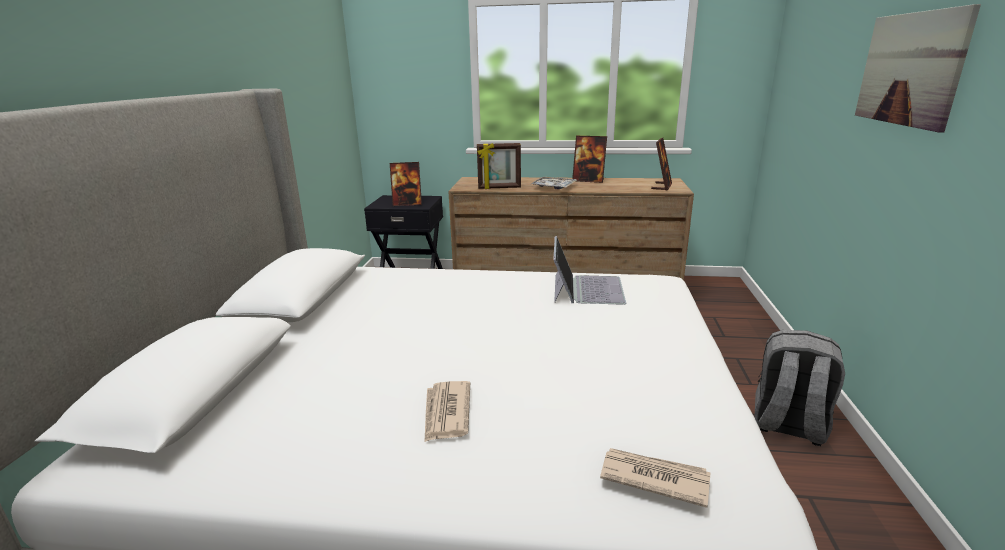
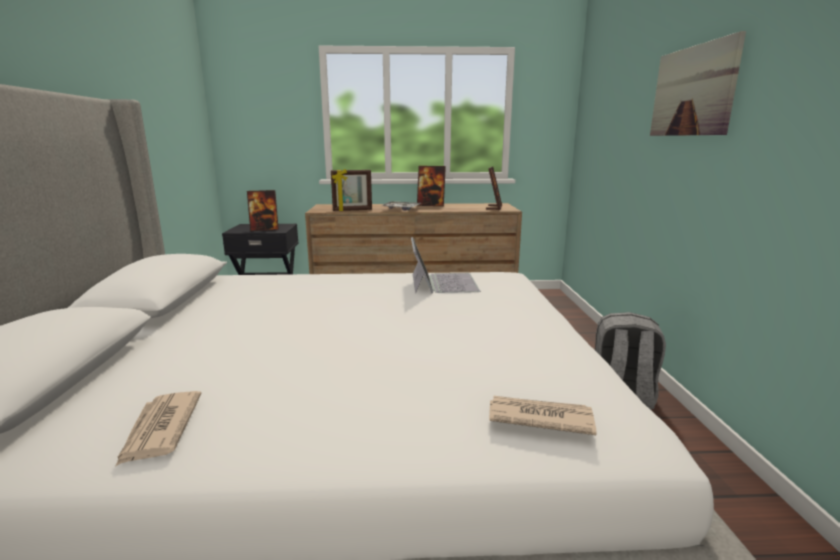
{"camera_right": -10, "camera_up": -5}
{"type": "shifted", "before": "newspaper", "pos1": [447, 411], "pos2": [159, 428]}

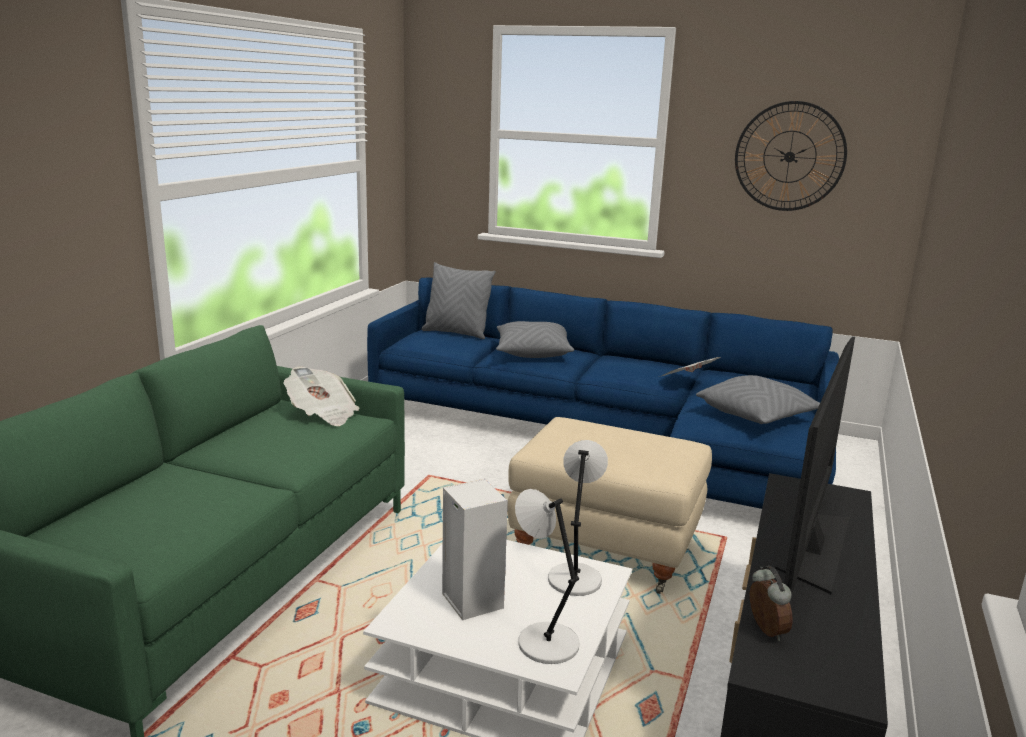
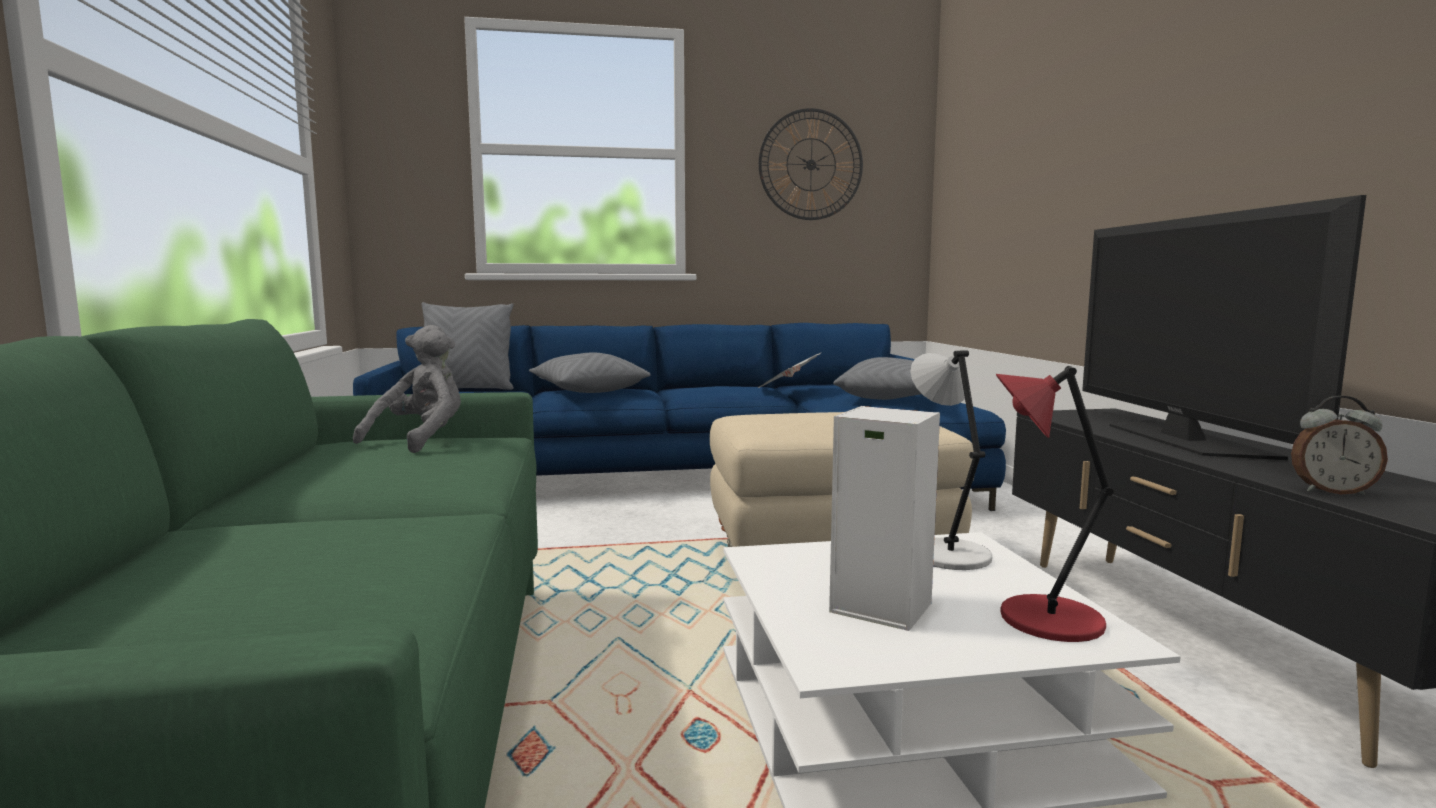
{"camera_right": -30, "camera_up": -10}
{"type": "swapped", "before": "newspaper", "after": "plush toy (grey)", "pos1": [321, 396], "pos2": [407, 389]}
{"type": "repainted", "before": "table lamp (grey)", "after": "table lamp (red)", "pos1": [547, 576], "pos2": [1055, 504]}
{"type": "rotated", "before": "alarm clock", "pos1": [771, 603], "pos2": [1339, 445], "turn": 150}

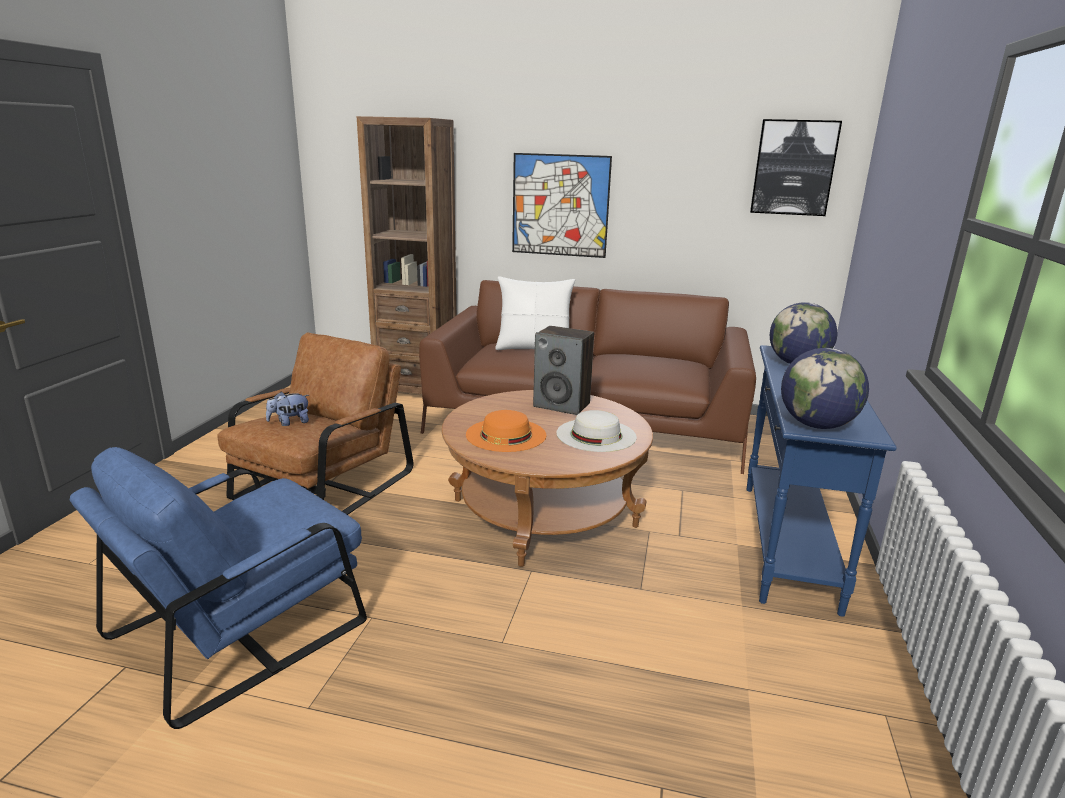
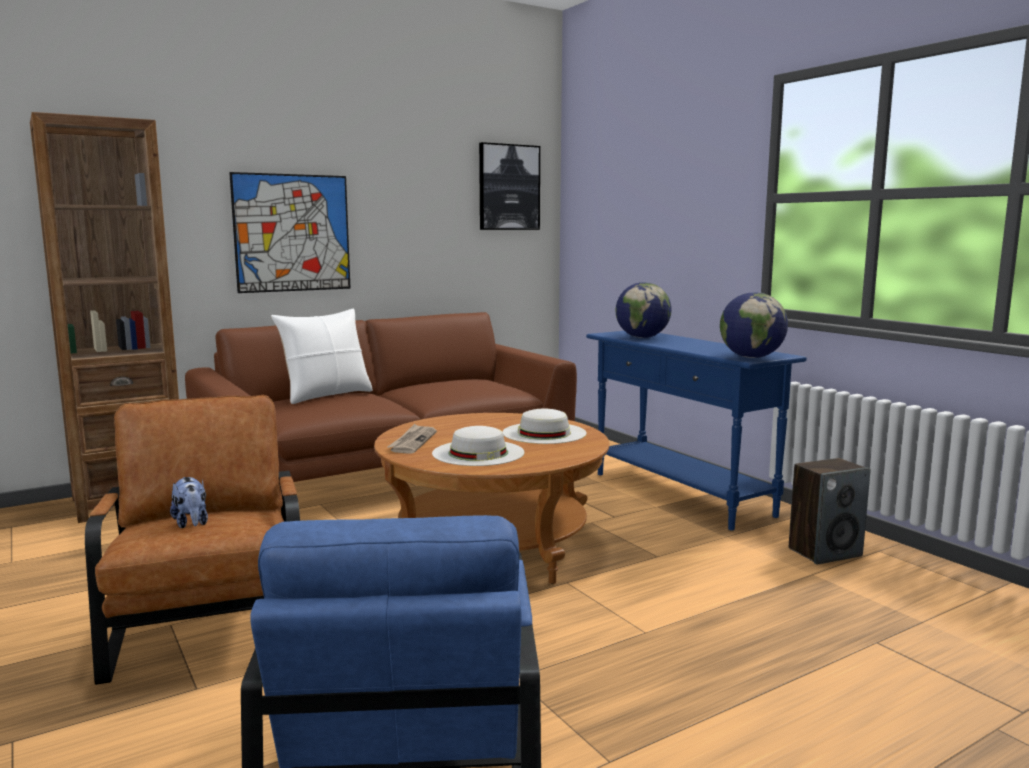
{"camera_right": -45, "camera_up": -10}
{"type": "rotated", "before": "plush toy", "pos1": [287, 409], "pos2": [189, 502], "turn": -45}
{"type": "new", "after": "newspaper", "pos2": [412, 439]}
{"type": "repainted", "before": "hat (orange)", "after": "hat (white)", "pos1": [506, 431], "pos2": [478, 446]}
{"type": "shifted", "before": "speaker", "pos1": [563, 370], "pos2": [830, 511]}

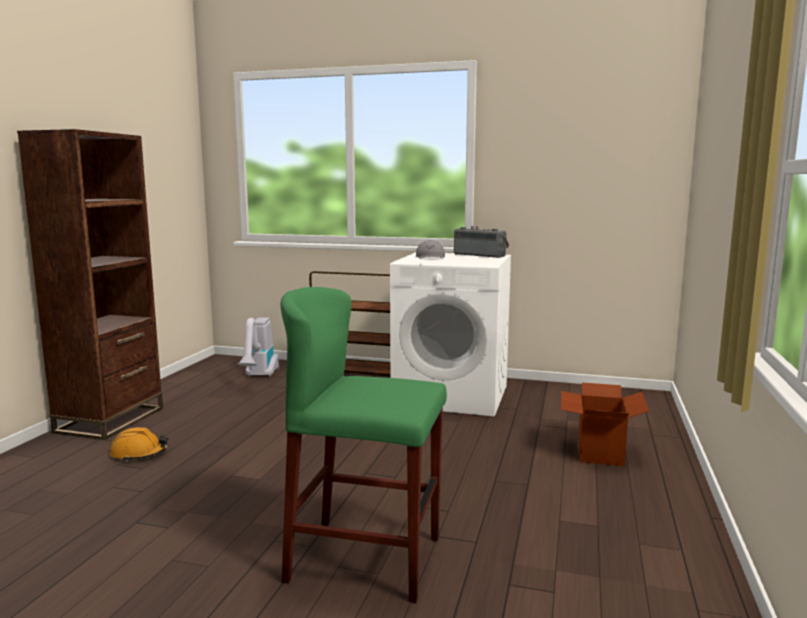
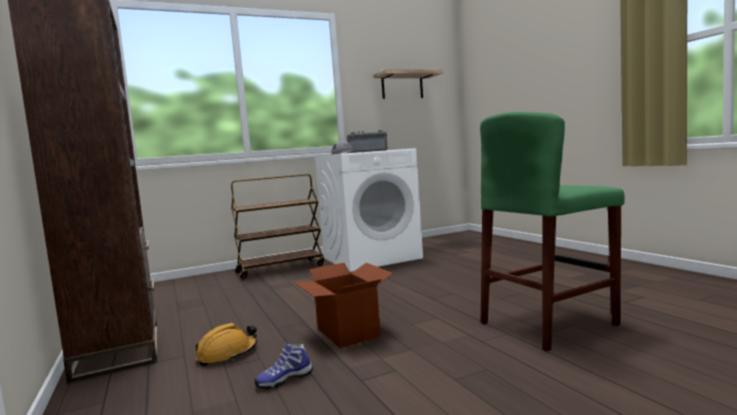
{"camera_right": -40, "camera_up": -5}
{"type": "new", "after": "shoe", "pos2": [284, 366]}
{"type": "shifted", "before": "cardboard box", "pos1": [605, 424], "pos2": [344, 305]}
{"type": "new", "after": "shelf", "pos2": [408, 84]}
{"type": "gone", "before": "vacuum cleaner", "pos1": [258, 347]}

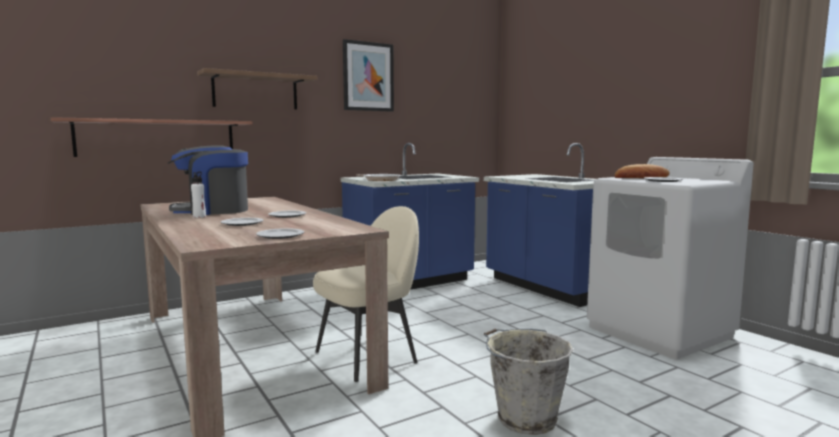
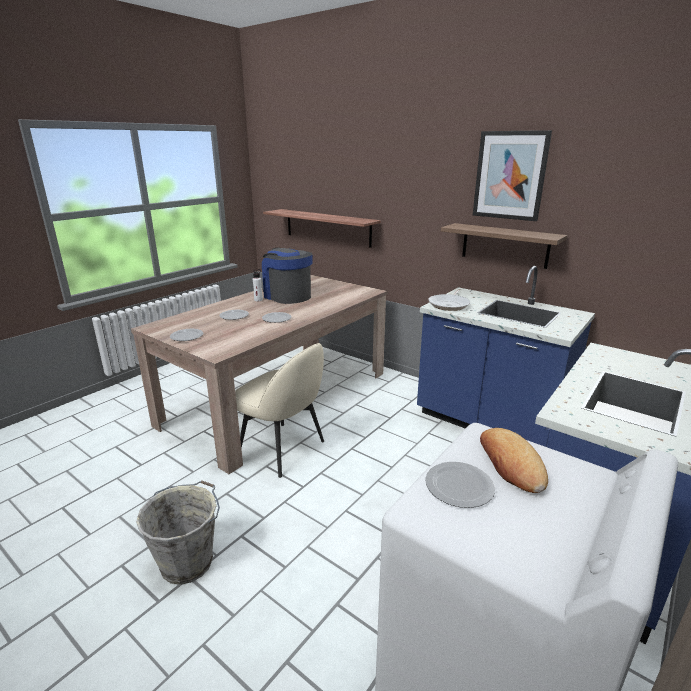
{"camera_right": 70, "camera_up": 15}
{"type": "shifted", "before": "shelf", "pos1": [257, 88], "pos2": [504, 246]}

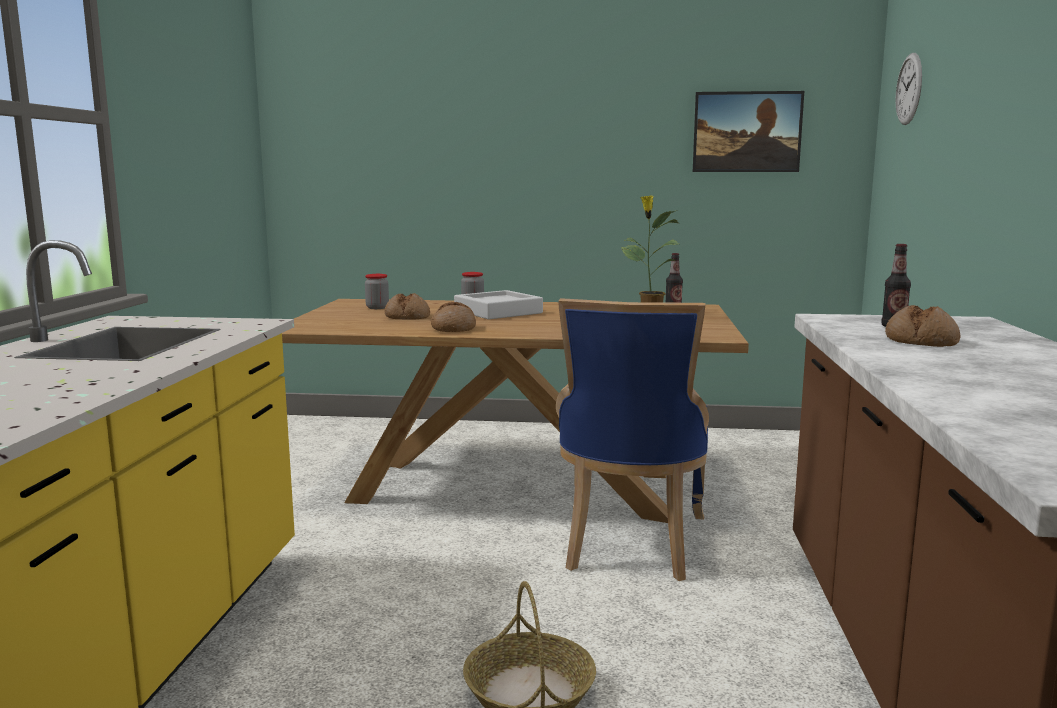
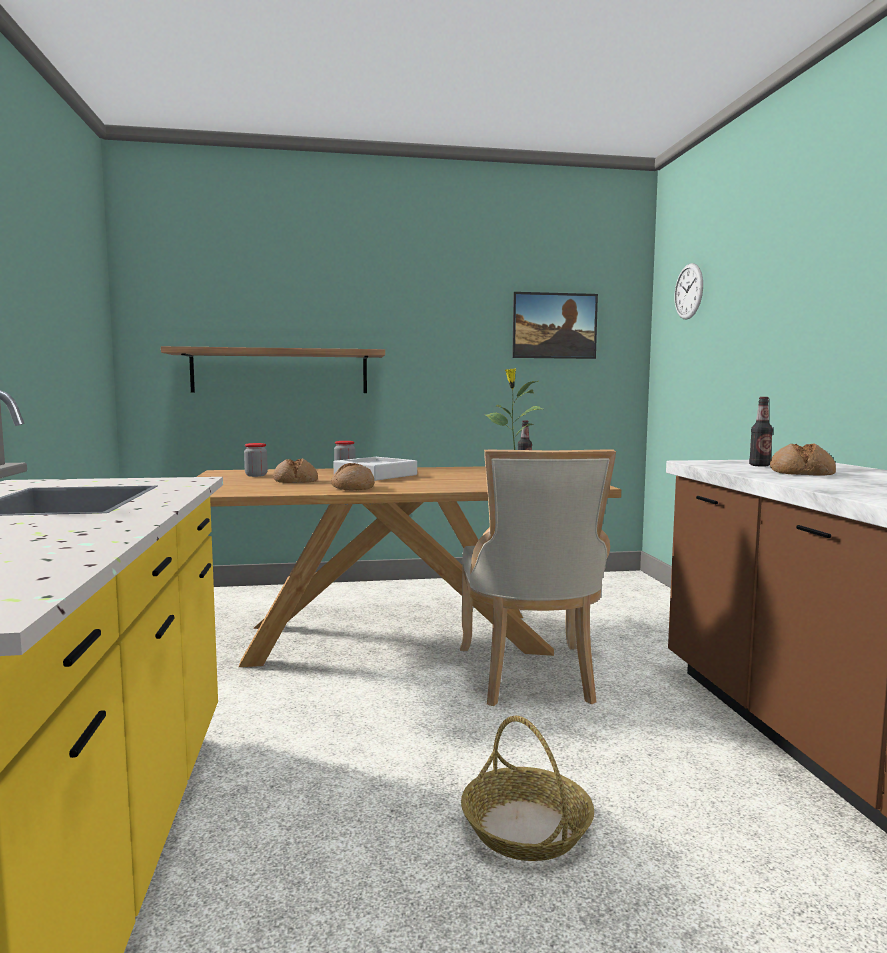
{"camera_right": -15, "camera_up": -5}
{"type": "new", "after": "shelf", "pos2": [273, 369]}
{"type": "repainted", "before": "chair (blue)", "after": "chair (beige)", "pos1": [632, 440], "pos2": [538, 577]}

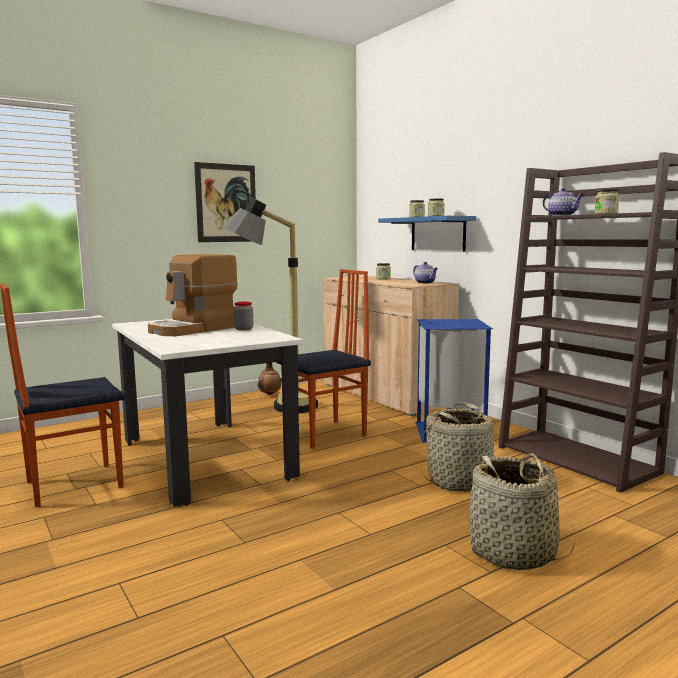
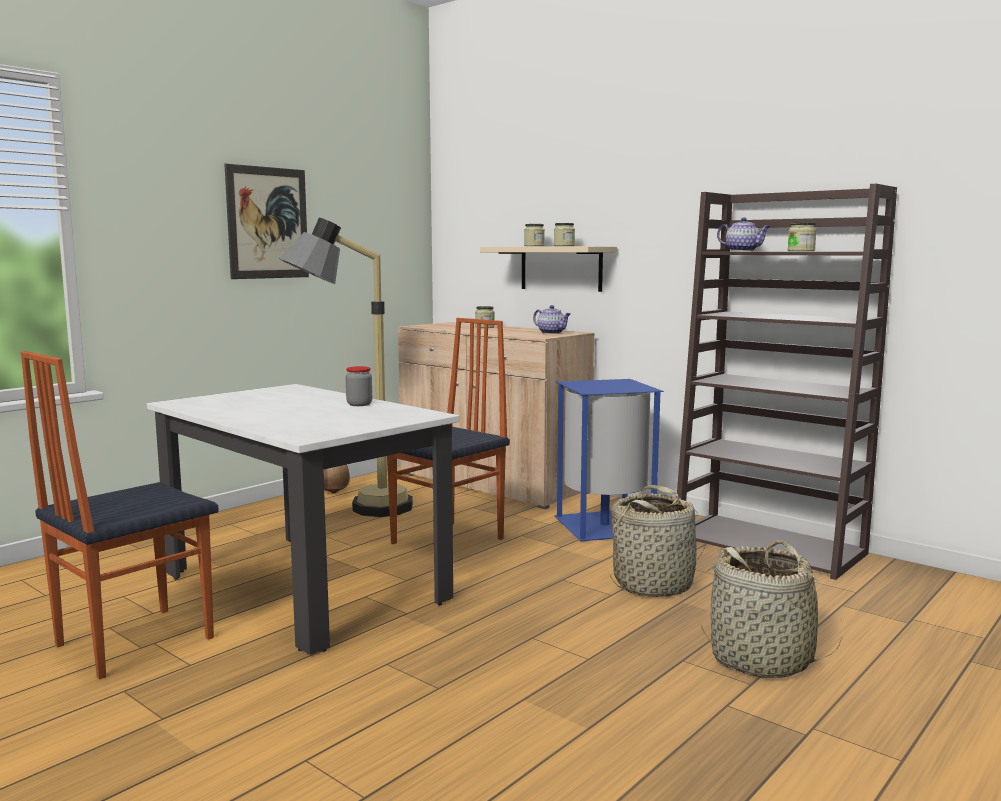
{"camera_right": -15, "camera_up": 0}
{"type": "repainted", "before": "shelf (blue)", "after": "shelf (beige)", "pos1": [427, 234], "pos2": [548, 269]}
{"type": "gone", "before": "coffee machine", "pos1": [192, 295]}

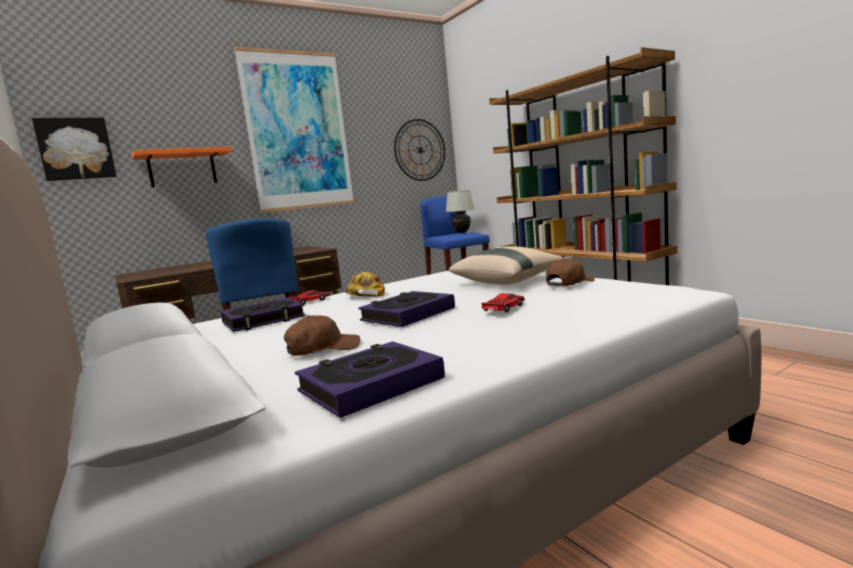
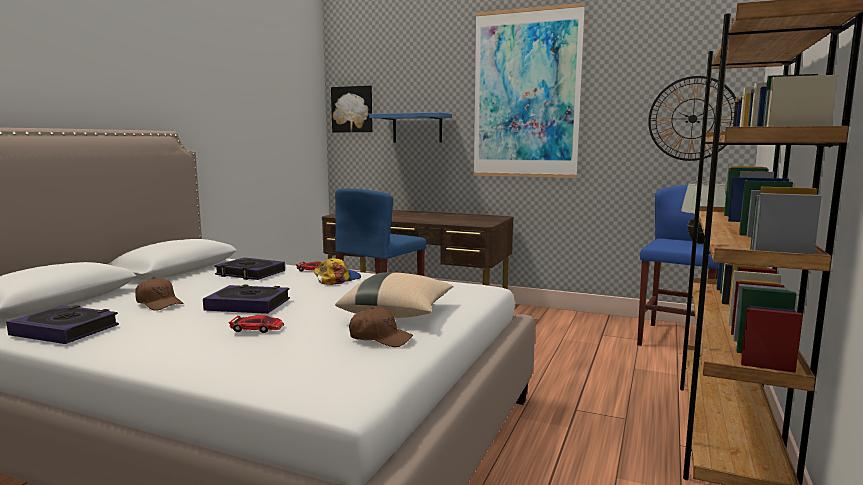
{"camera_right": 55, "camera_up": 0}
{"type": "repainted", "before": "shelf (orange)", "after": "shelf (blue)", "pos1": [181, 167], "pos2": [410, 127]}

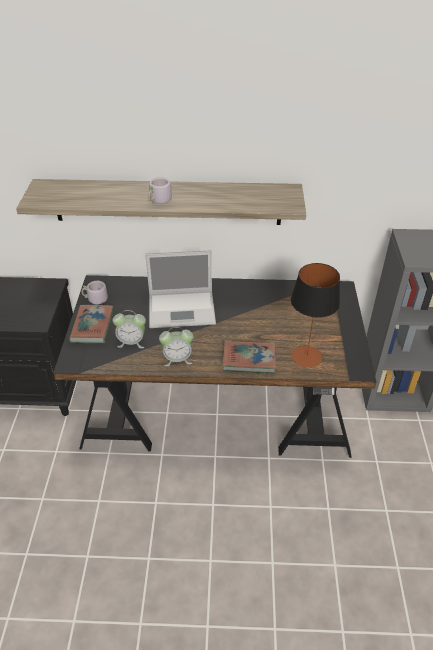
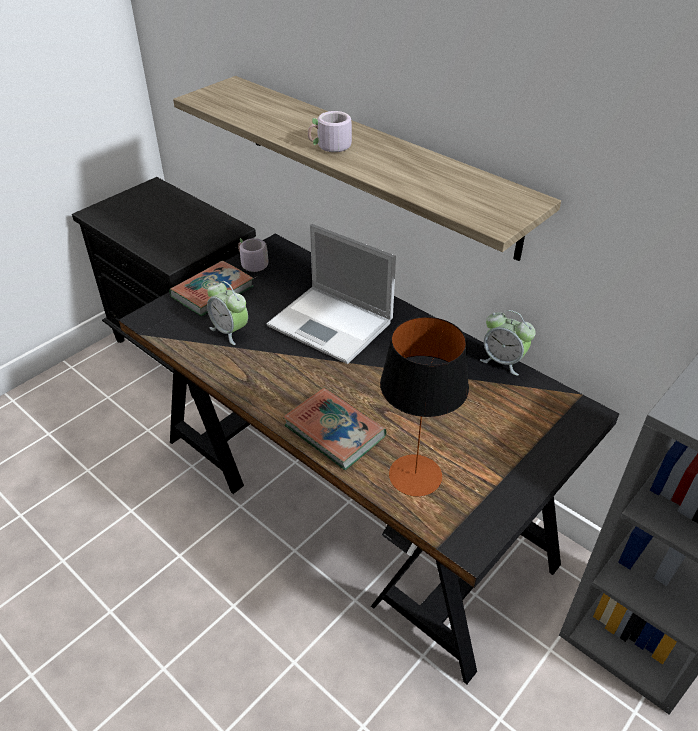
{"camera_right": 40, "camera_up": 0}
{"type": "shifted", "before": "alarm clock", "pos1": [176, 346], "pos2": [508, 343]}

